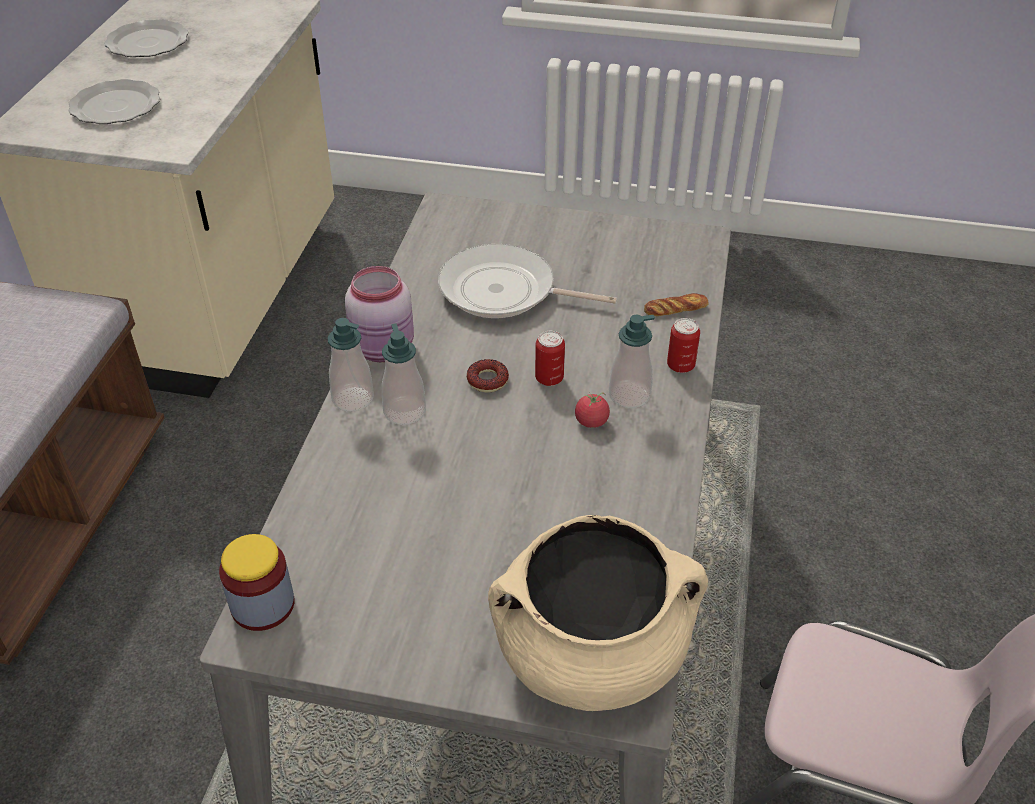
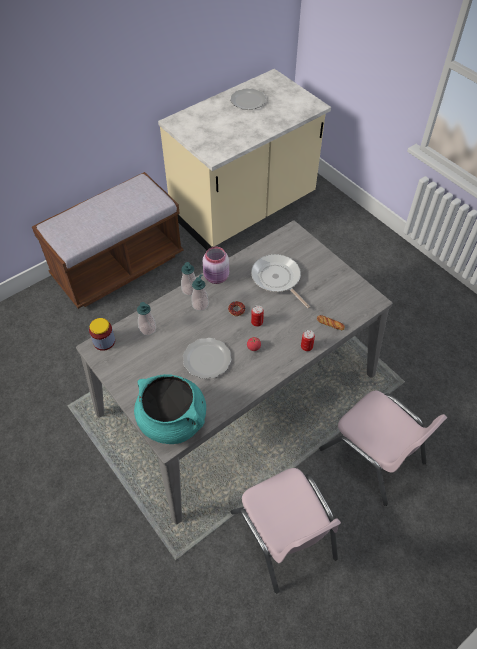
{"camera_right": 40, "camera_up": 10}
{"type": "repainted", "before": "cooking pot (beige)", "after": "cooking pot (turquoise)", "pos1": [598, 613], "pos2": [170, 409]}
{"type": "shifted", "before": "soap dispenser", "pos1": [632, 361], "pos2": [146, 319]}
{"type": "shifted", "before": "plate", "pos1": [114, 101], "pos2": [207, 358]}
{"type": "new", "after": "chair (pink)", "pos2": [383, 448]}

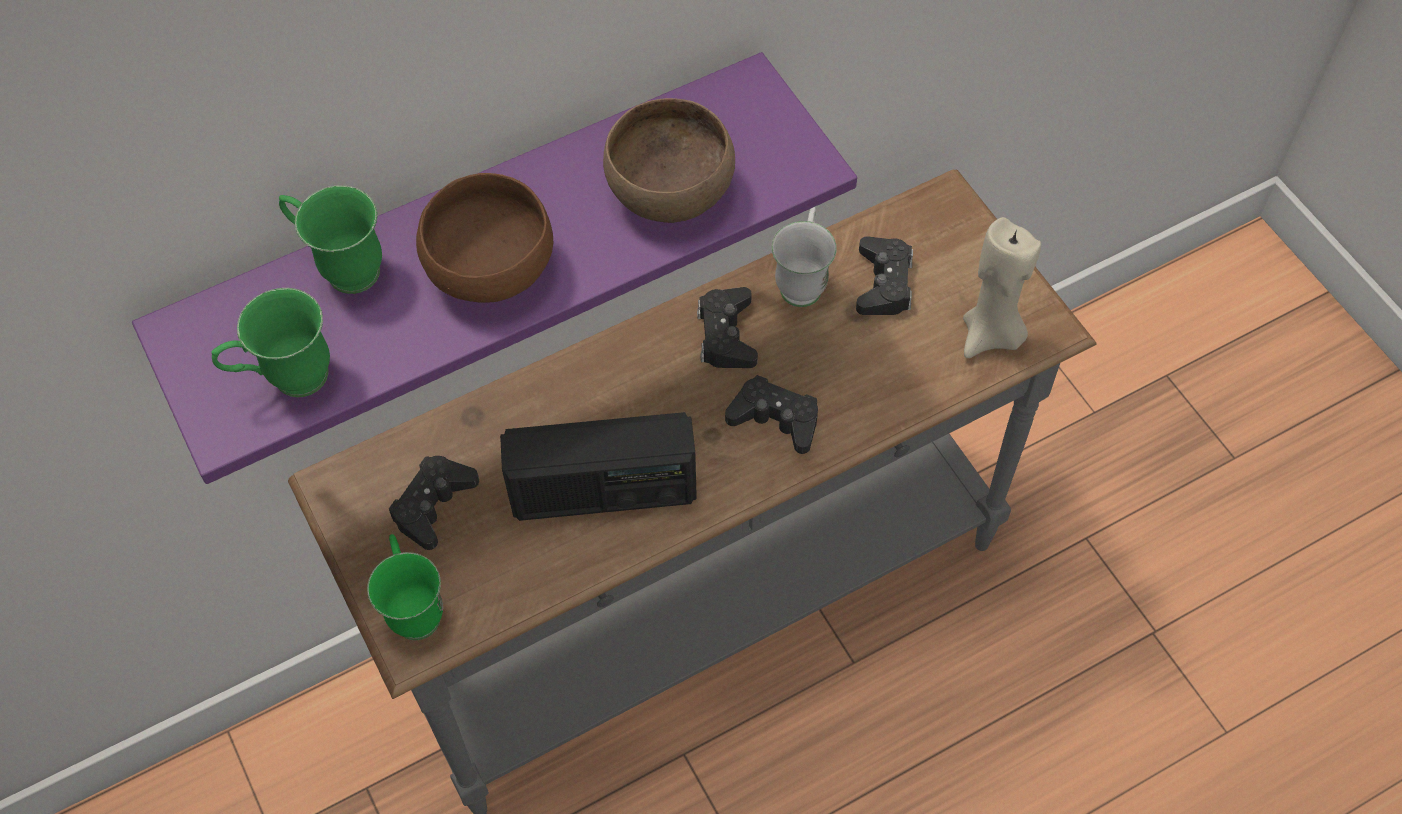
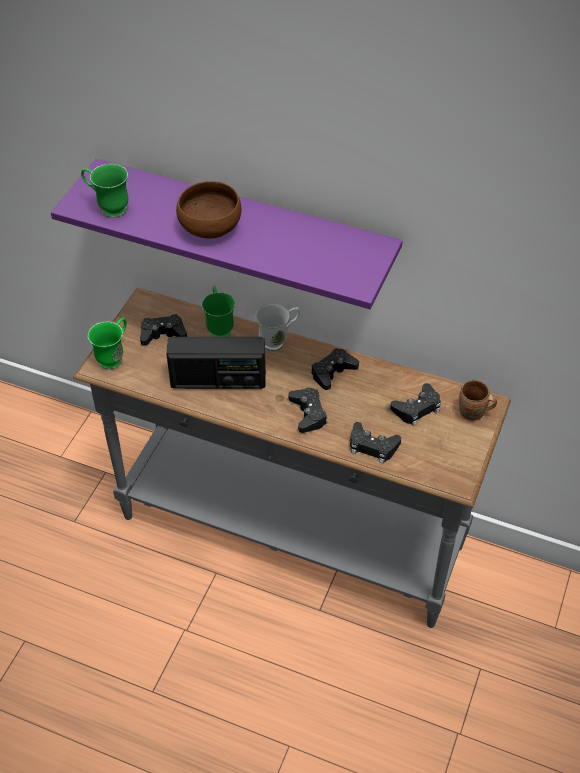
{"camera_right": 50, "camera_up": -10}
{"type": "rotated", "before": "radio", "pos1": [598, 466], "pos2": [216, 363], "turn": -45}
{"type": "shifted", "before": "mug (green)", "pos1": [330, 239], "pos2": [218, 311]}
{"type": "shifted", "before": "mug (white)", "pos1": [804, 257], "pos2": [277, 327]}
{"type": "new", "after": "game controller (black)", "pos2": [375, 443]}
{"type": "new", "after": "mug (brown)", "pos2": [478, 400]}
{"type": "gone", "before": "bowl (brown)", "pos1": [669, 160]}
{"type": "gone", "before": "candle (beige)", "pos1": [1002, 287]}

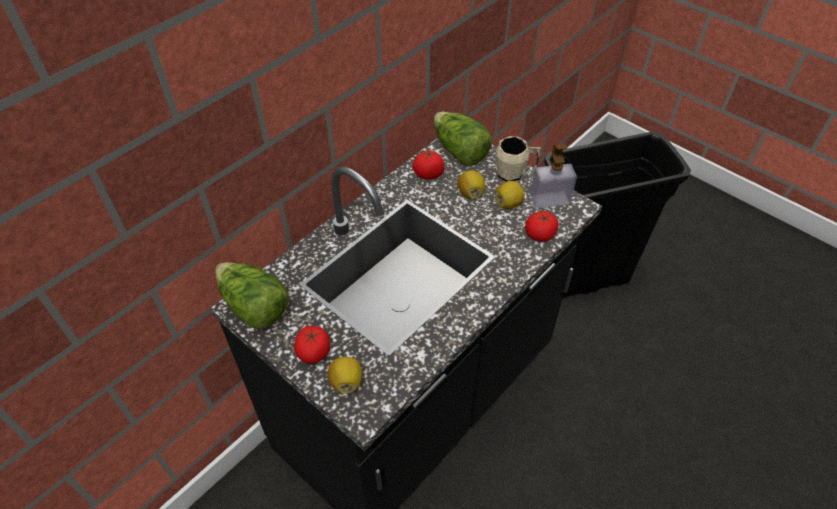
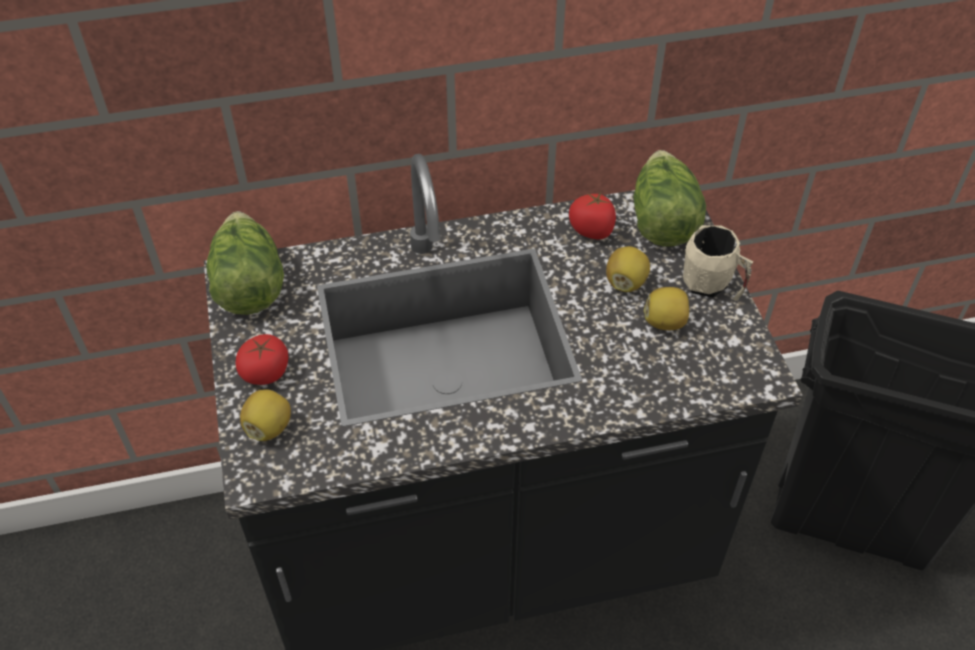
{"camera_right": 35, "camera_up": 0}
{"type": "gone", "before": "tomato", "pos1": [542, 226]}
{"type": "gone", "before": "soap dispenser", "pos1": [553, 176]}

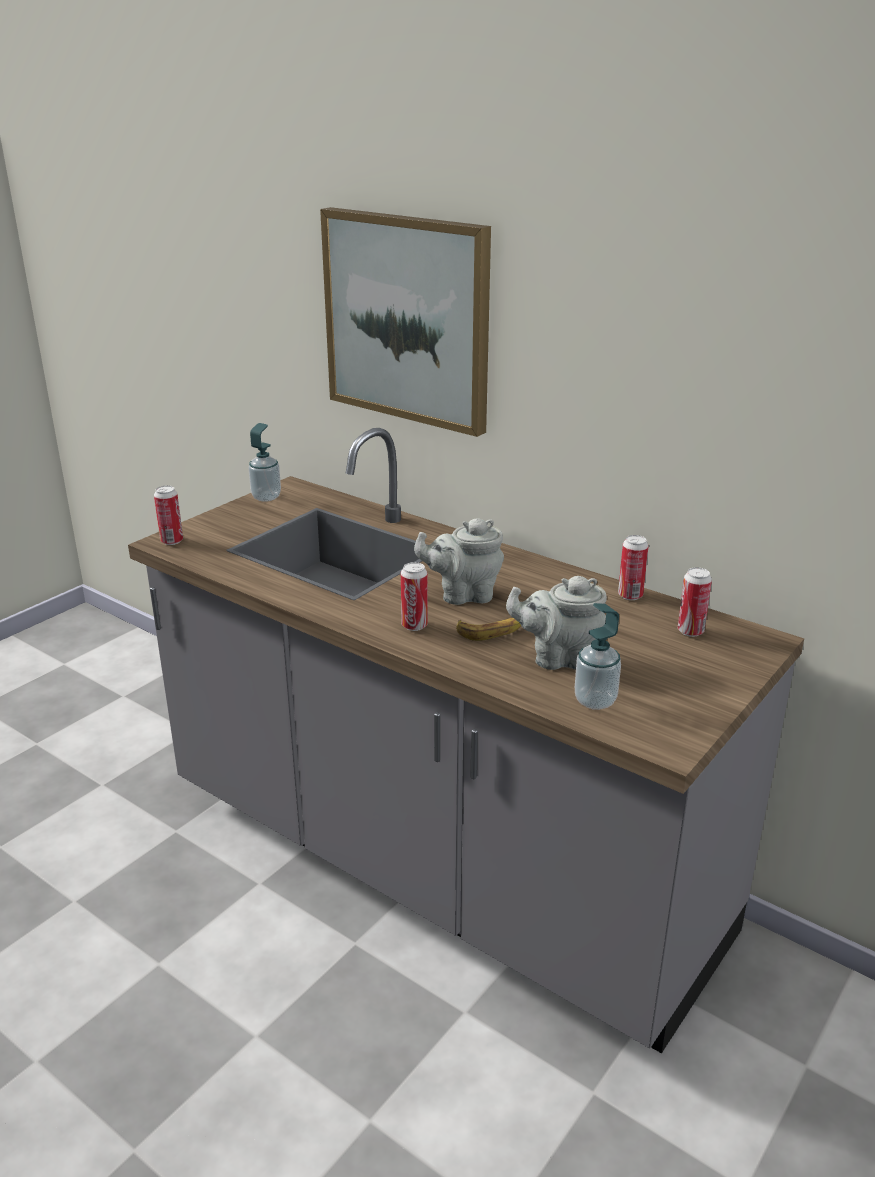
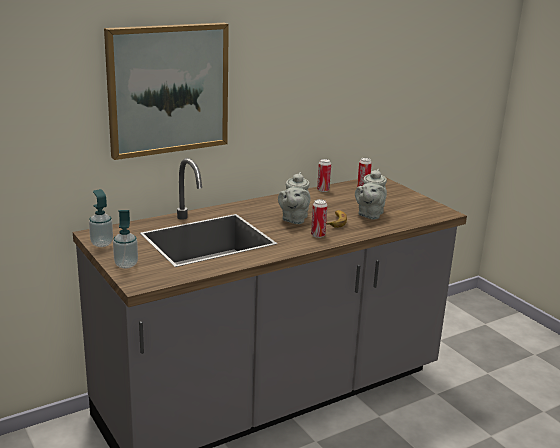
{"camera_right": -70, "camera_up": -5}
{"type": "shifted", "before": "soap dispenser", "pos1": [598, 656], "pos2": [125, 239]}
{"type": "gone", "before": "can", "pos1": [168, 515]}

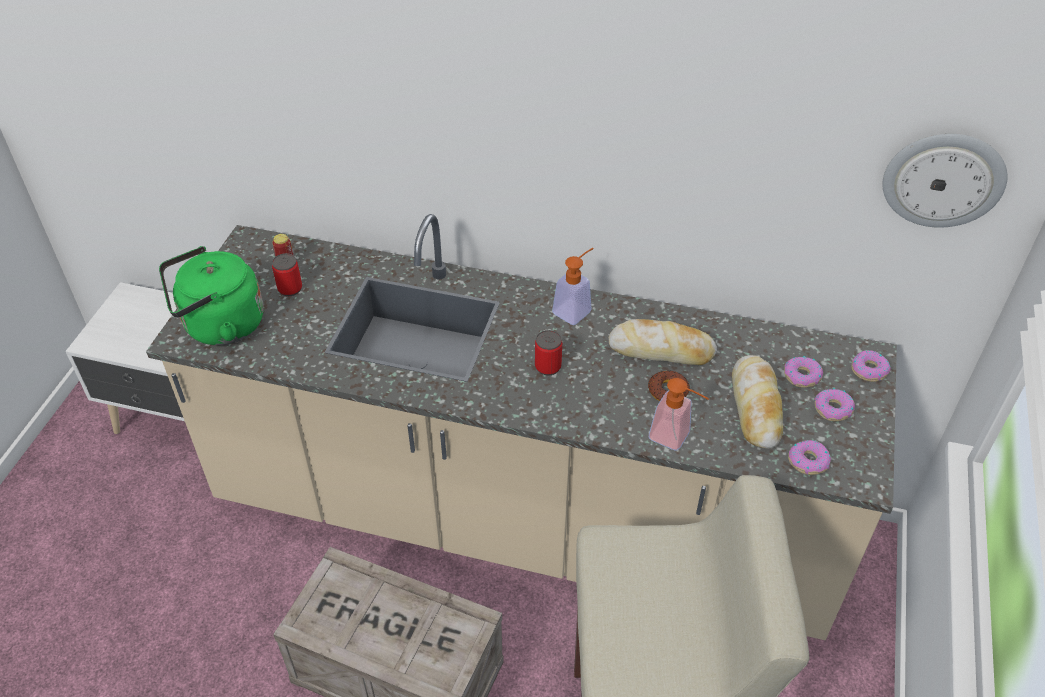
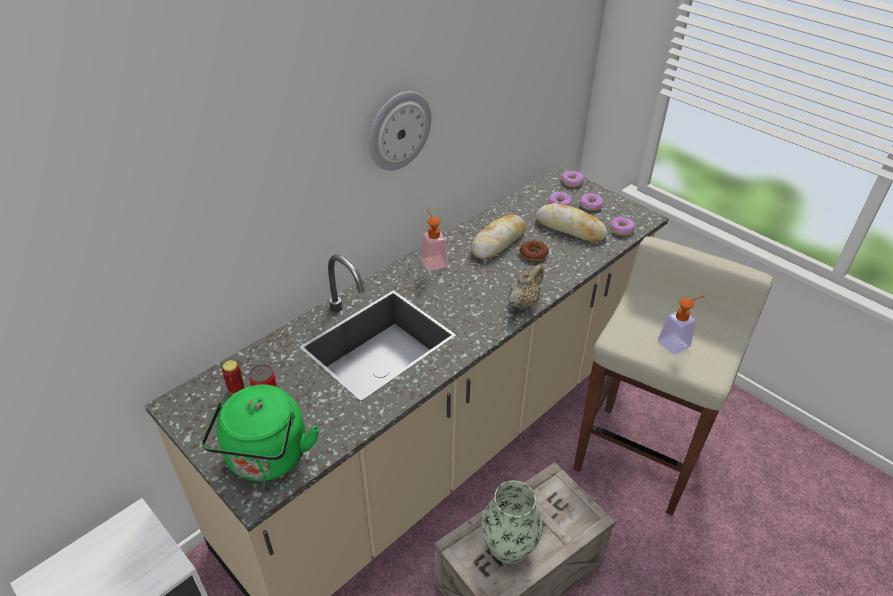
{"camera_right": -60, "camera_up": -5}
{"type": "shifted", "before": "wall clock", "pos1": [945, 181], "pos2": [400, 131]}
{"type": "new", "after": "vase", "pos2": [512, 521]}
{"type": "new", "after": "teapot (beige)", "pos2": [526, 286]}
{"type": "shifted", "before": "soap dispenser", "pos1": [679, 414], "pos2": [681, 324]}
{"type": "gone", "before": "can", "pos1": [548, 352]}

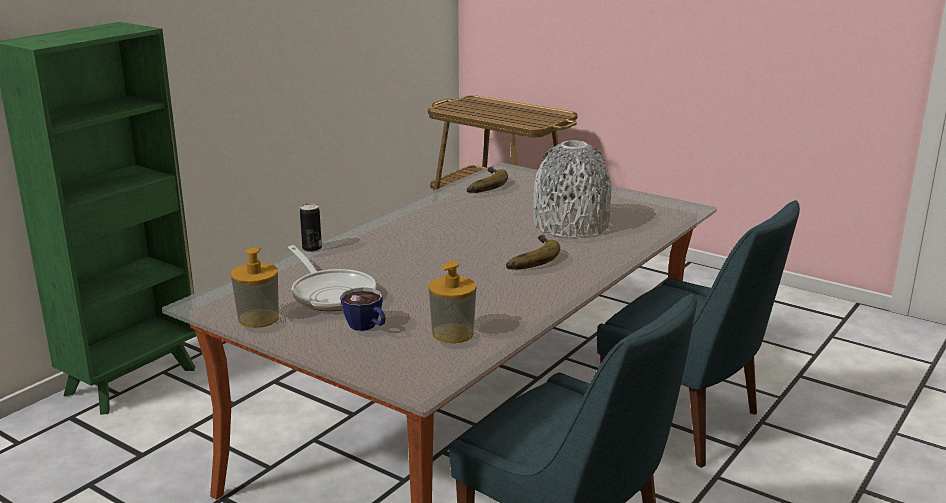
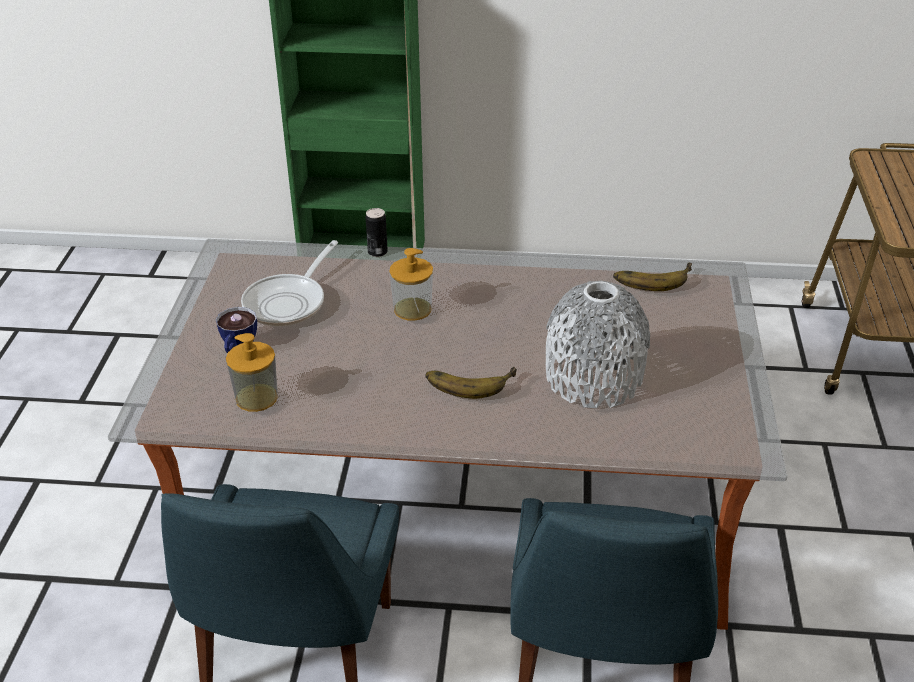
{"camera_right": 60, "camera_up": 15}
{"type": "shifted", "before": "soap dispenser", "pos1": [255, 287], "pos2": [411, 284]}

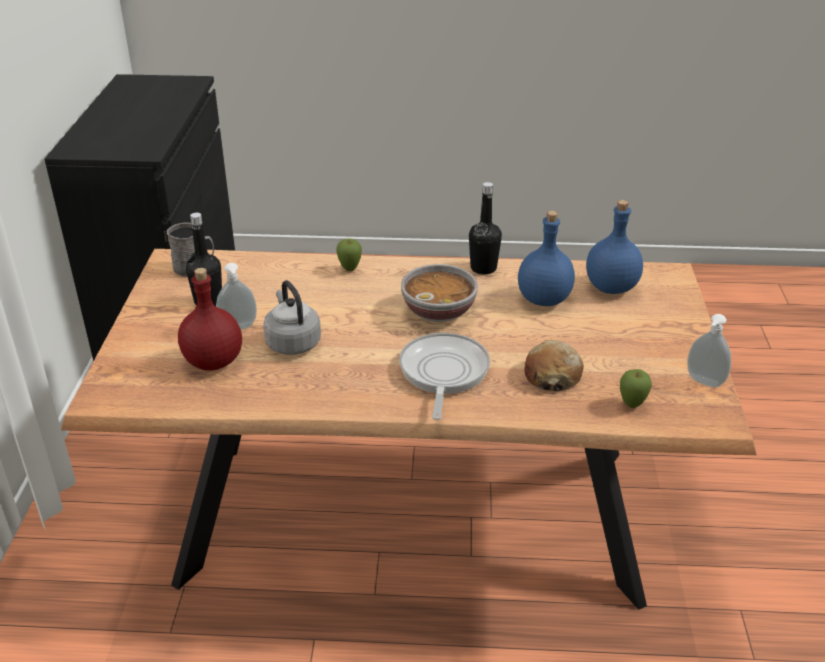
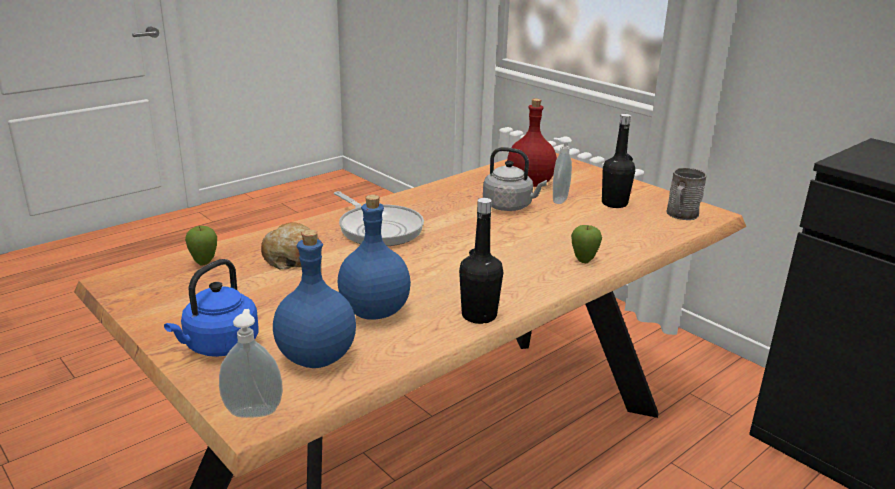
{"camera_right": 135, "camera_up": -10}
{"type": "new", "after": "kettle (blue)", "pos2": [211, 308]}
{"type": "shifted", "before": "soap dispenser", "pos1": [709, 351], "pos2": [251, 363]}
{"type": "gone", "before": "bowl", "pos1": [439, 293]}

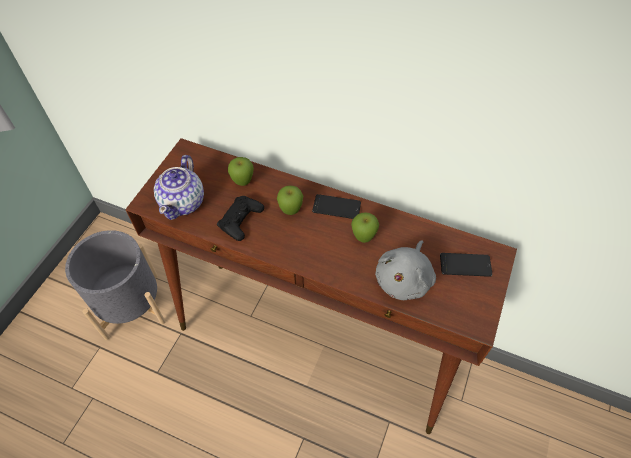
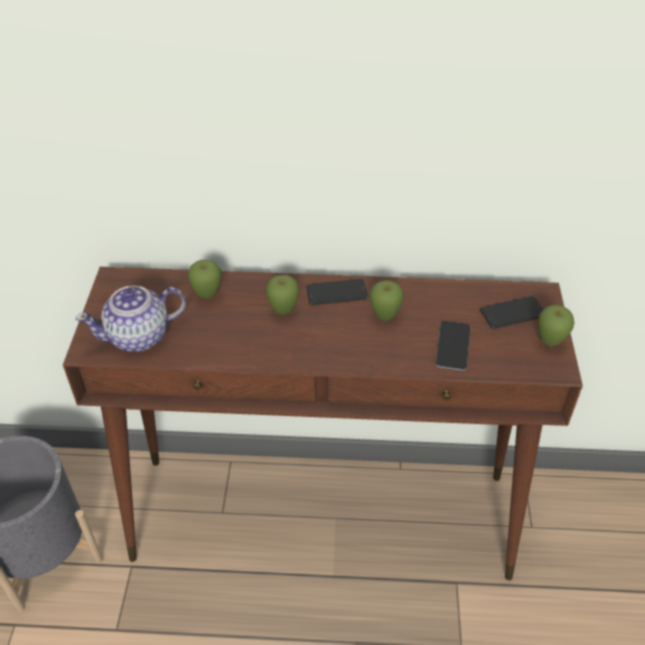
{"camera_right": -20, "camera_up": -10}
{"type": "rotated", "before": "teapot", "pos1": [179, 187], "pos2": [131, 318], "turn": 75}
{"type": "swapped", "before": "plush toy (grey)", "after": "phone", "pos1": [405, 270], "pos2": [453, 346]}
{"type": "new", "after": "apple", "pos2": [556, 326]}
{"type": "gone", "before": "game controller (black)", "pos1": [240, 218]}

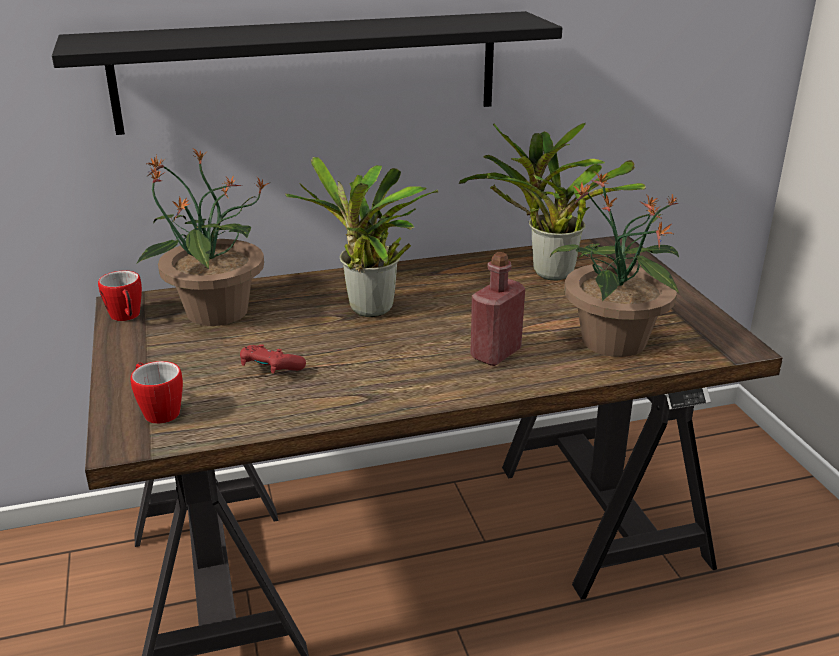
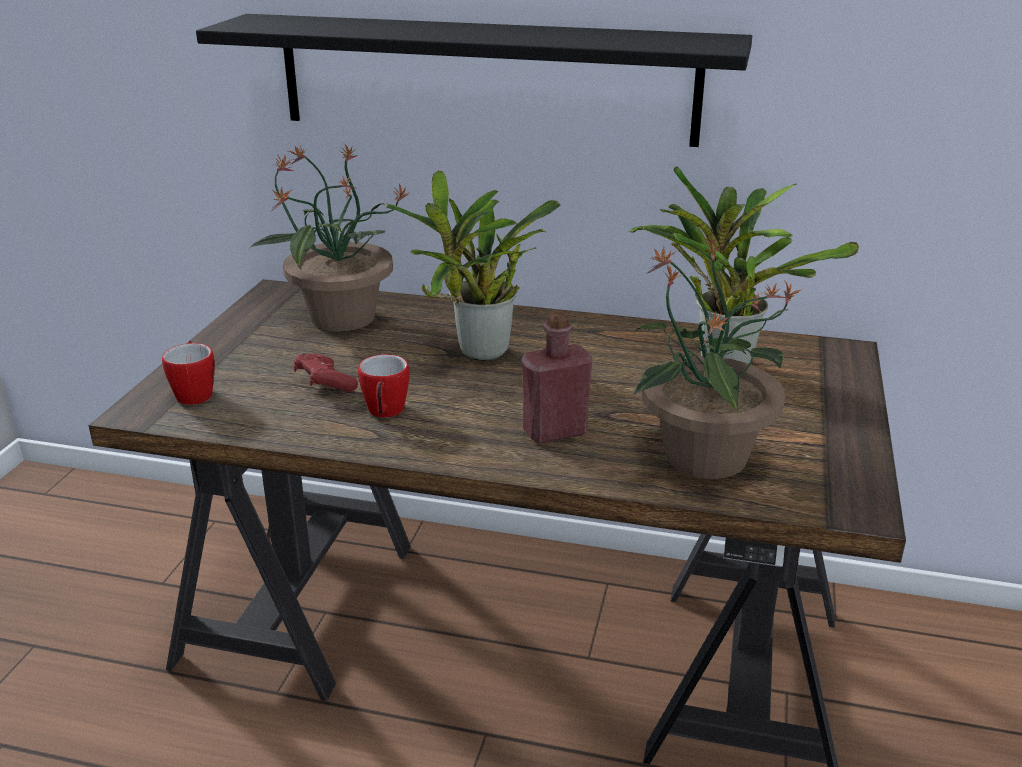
{"camera_right": 30, "camera_up": 0}
{"type": "shifted", "before": "mug", "pos1": [120, 296], "pos2": [383, 386]}

